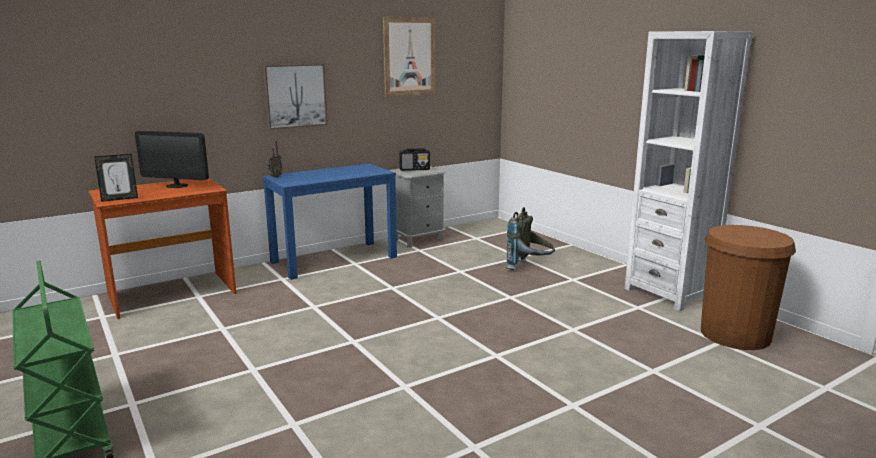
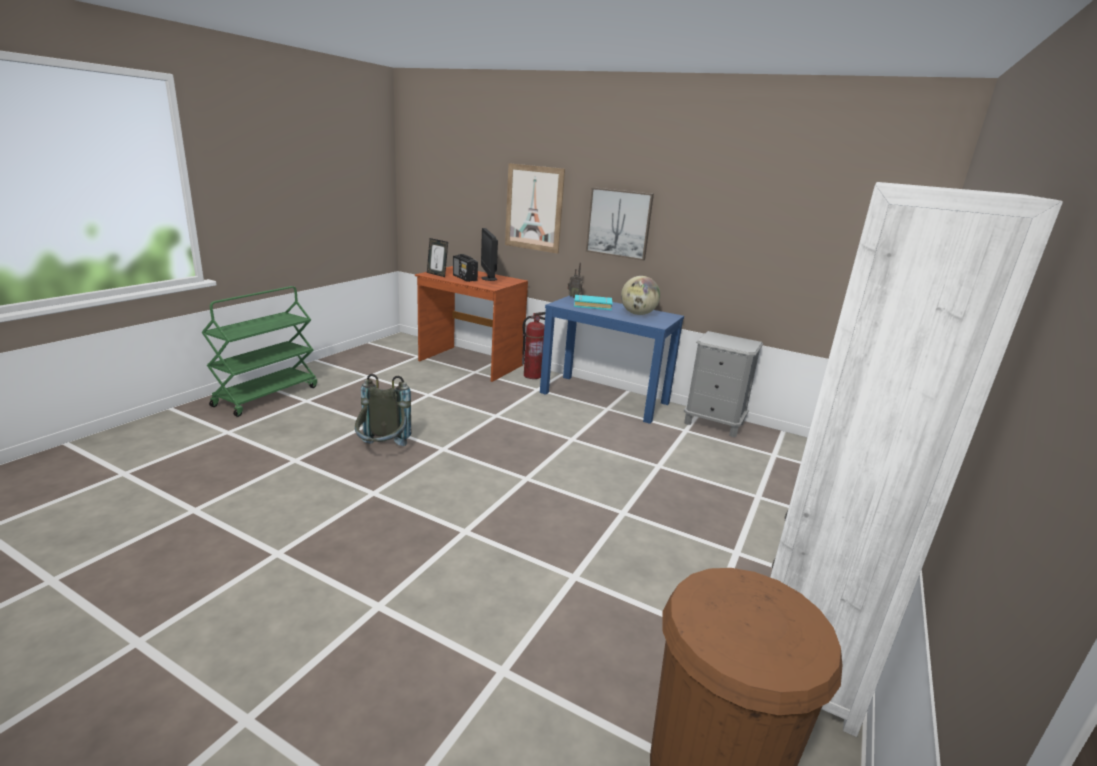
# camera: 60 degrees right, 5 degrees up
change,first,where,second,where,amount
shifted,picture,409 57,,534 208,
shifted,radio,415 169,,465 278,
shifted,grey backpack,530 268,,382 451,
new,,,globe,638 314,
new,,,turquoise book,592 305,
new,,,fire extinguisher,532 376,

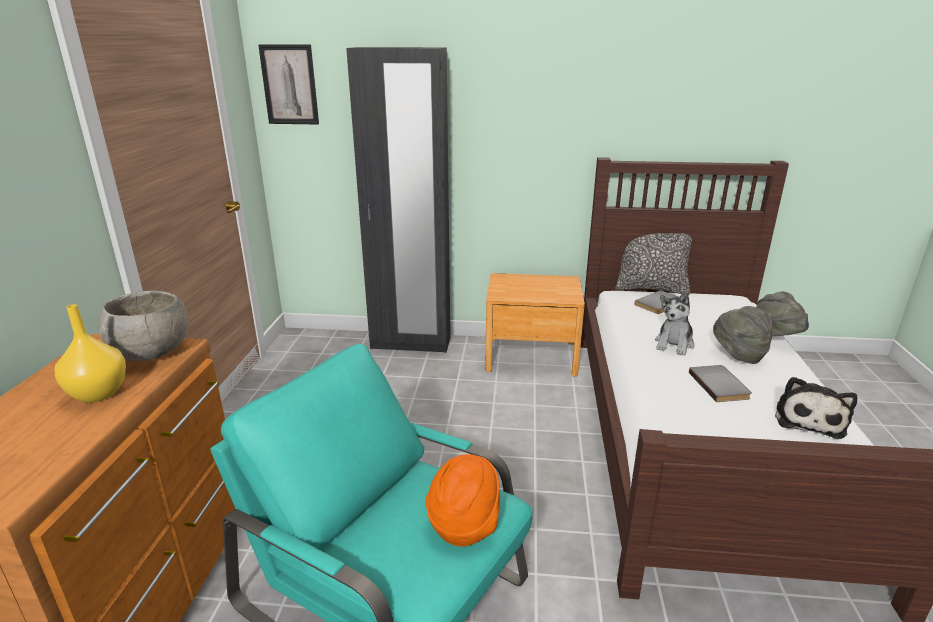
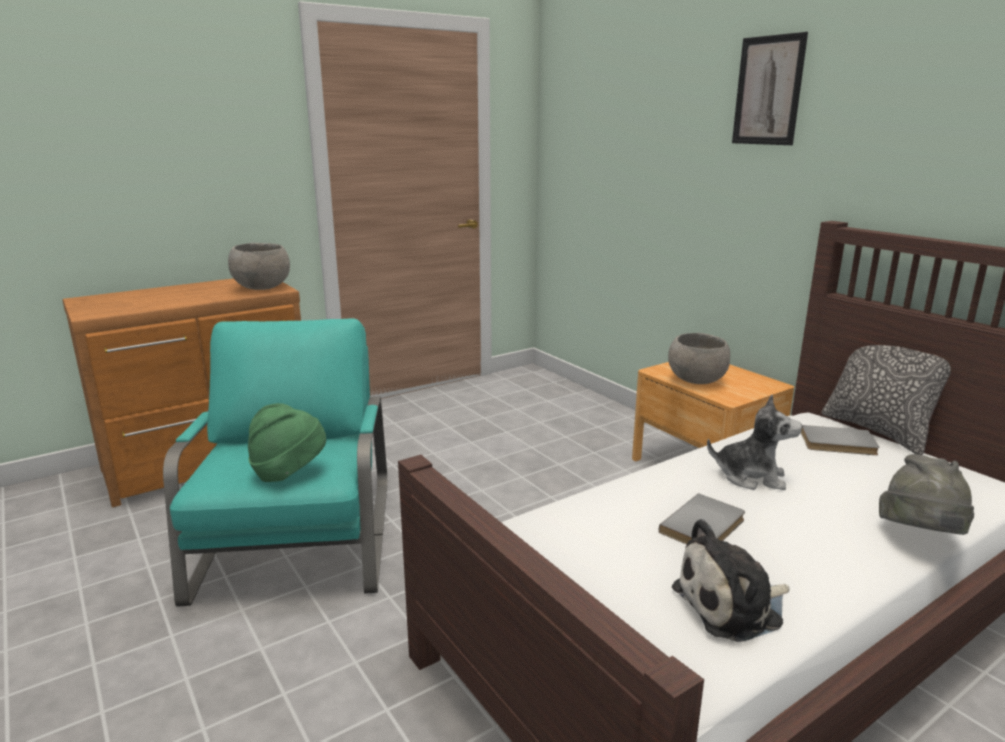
# camera: 50 degrees right, 5 degrees down
change,first,where,second,where,amount
shifted,picture,289 85,,768 91,
gone,black wardrobe,410 344,,,
rotated,plush toy,674 344,,751 477,150 degrees counterclockwise
gone,yellow vase,99 393,,,
gone,grey hat,738 355,,,
repainted,orange hat,464 523,green hat,289 473,
new,,,grey bowl,696 381,

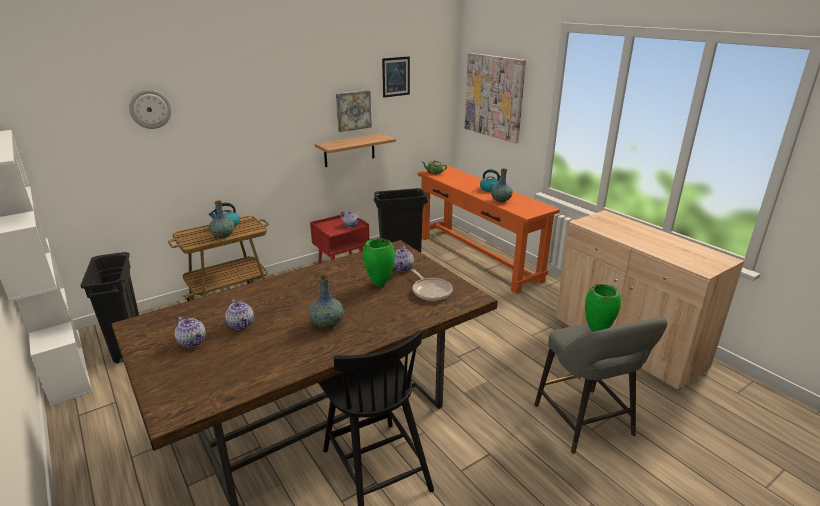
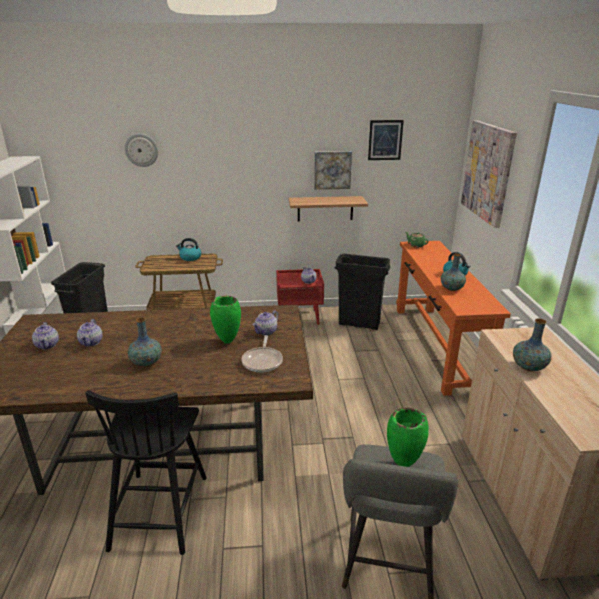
# camera: 30 degrees right, 0 degrees up
change,first,where,second,where,amount
shifted,vase,223 236,,528 367,

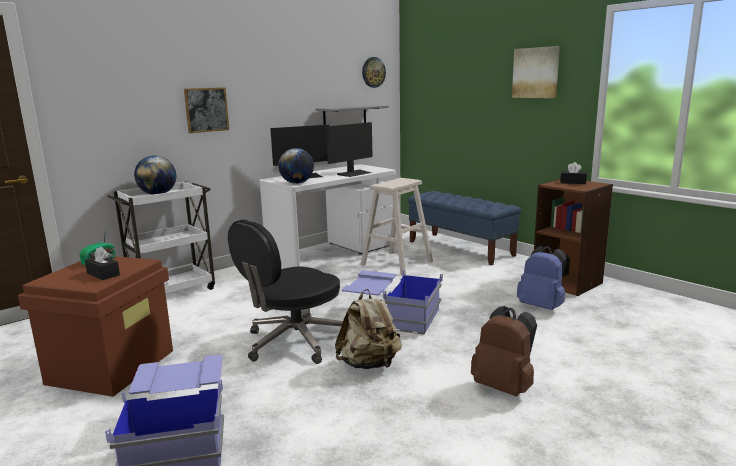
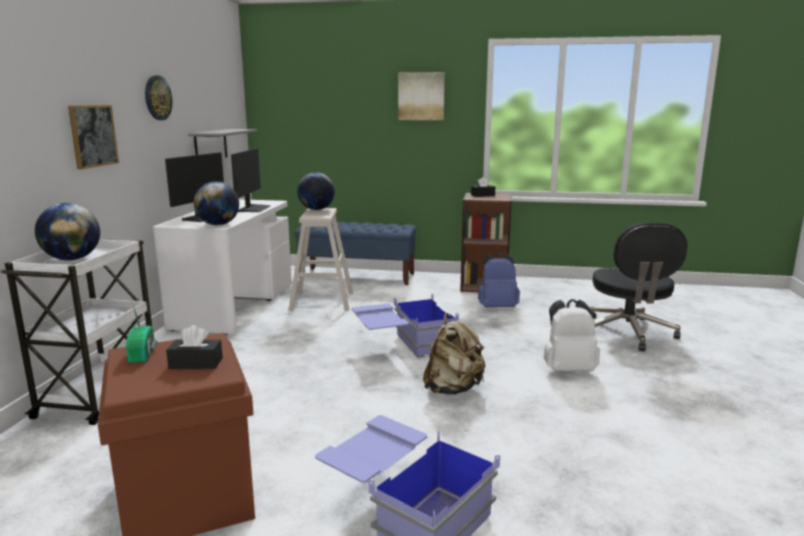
# camera: 40 degrees left, 0 degrees up
change,first,where,second,where,amount
shifted,wall clock,373 72,,157 98,
shifted,black office chair,294 342,,628 333,
repainted,brown backpack,504 387,white backpack,568 369,
new,,,globe,316 209,

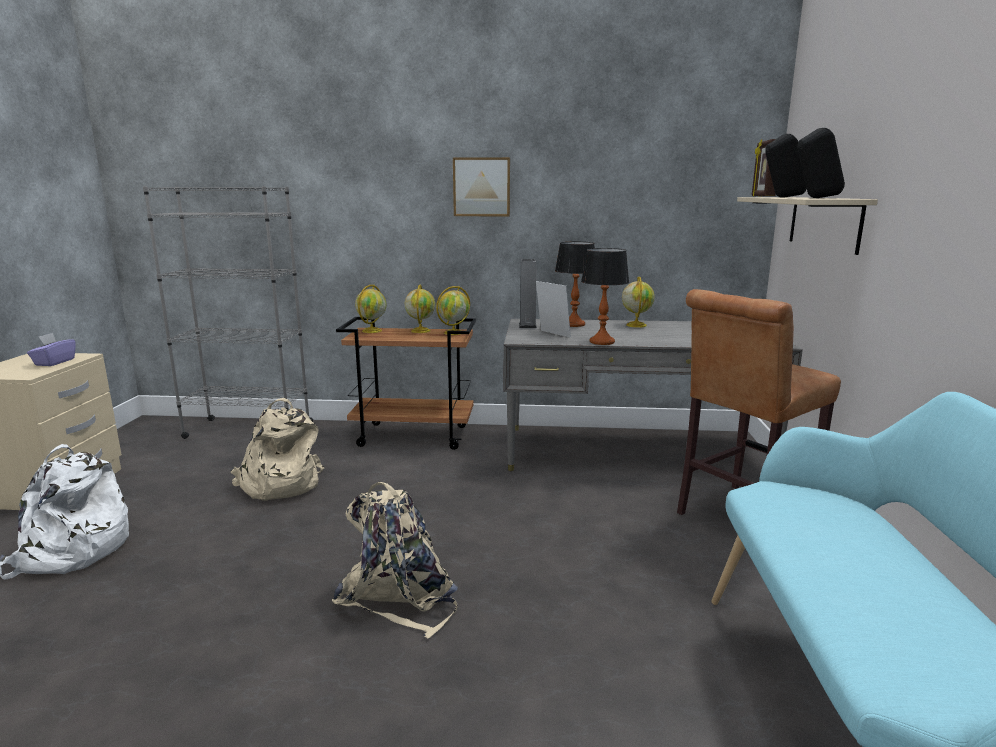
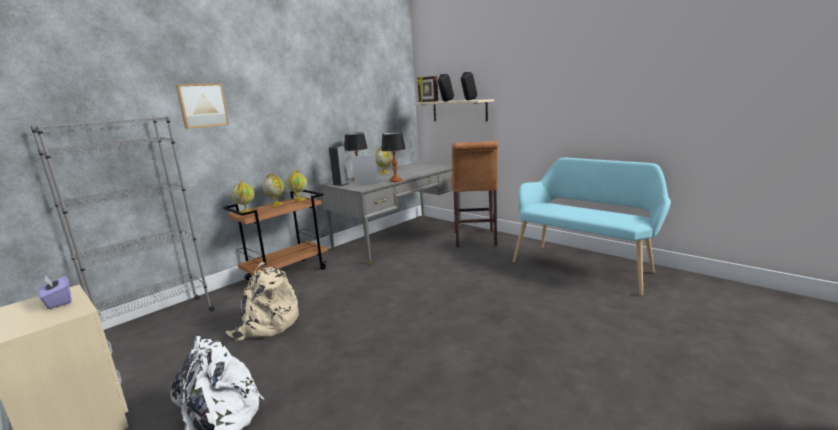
# camera: 50 degrees left, 0 degrees up
change,first,where,second,where,amount
shifted,picture,482 187,,202 105,
gone,beige backpack,400 595,,,

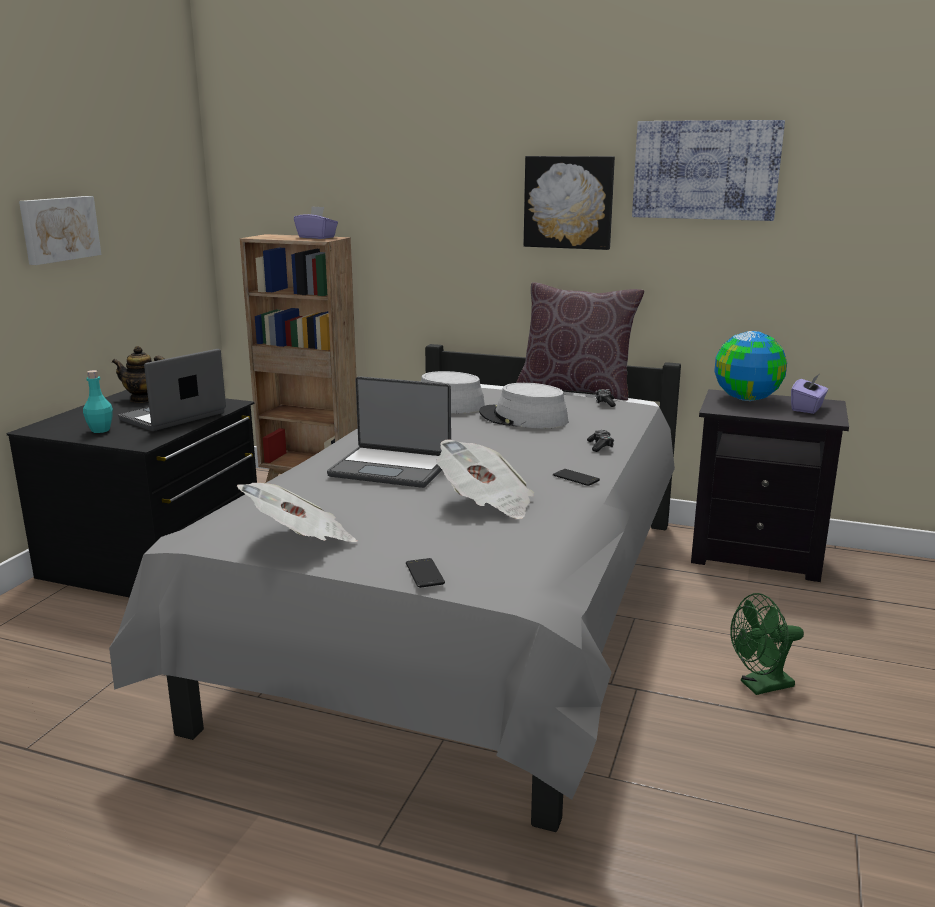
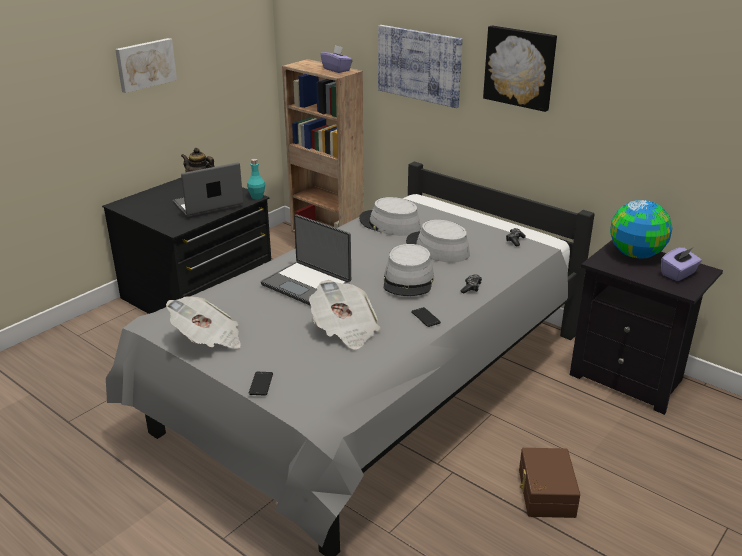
# camera: 20 degrees right, 10 degrees up
change,first,where,second,where,amount
shifted,picture,705 170,,419 65,
gone,brown pillow,576 389,,,
shifted,turquoise bottle,100 430,,257 197,
swapped,green fan,760 686,brown storage box,544 493,
new,,,grey hat,408 280,

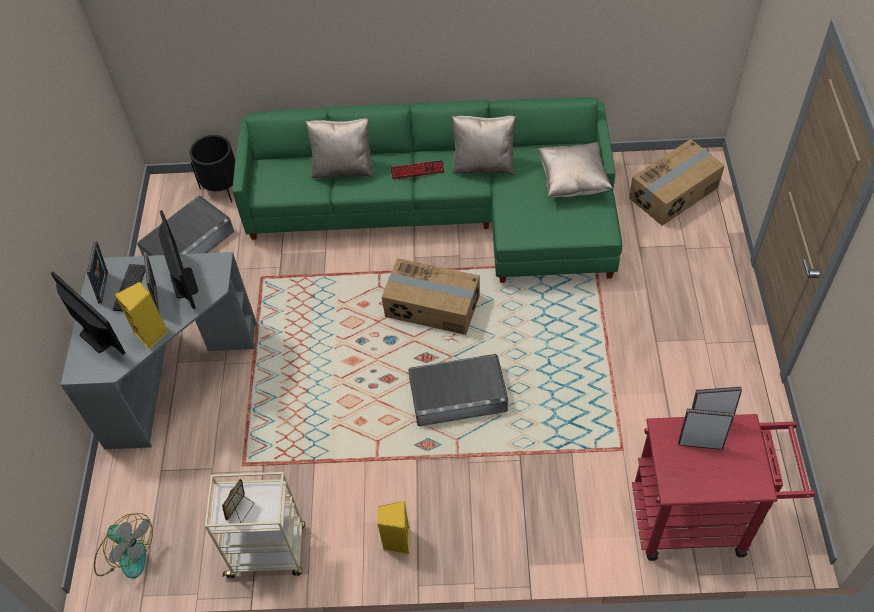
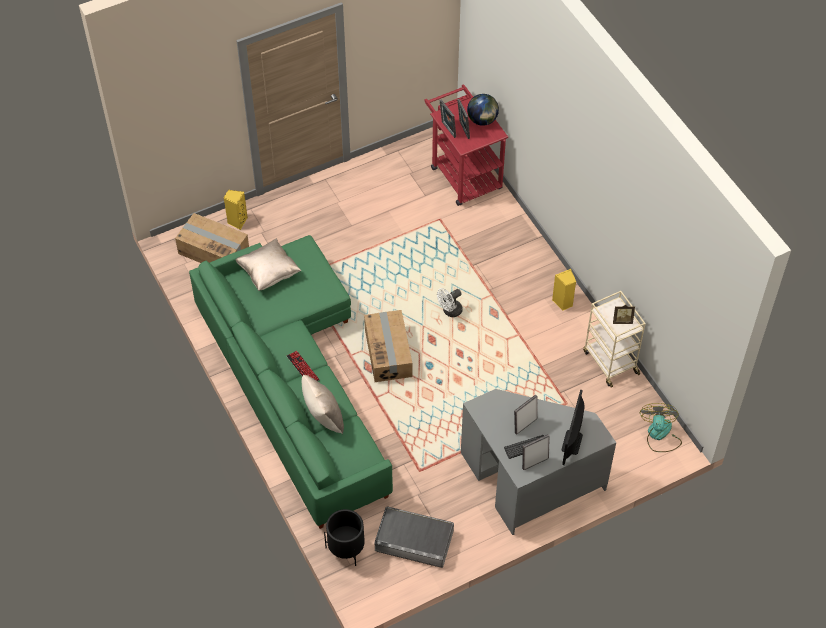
# camera: 120 degrees left, 0 degrees up
change,first,where,second,where,amount
gone,beige pillow,483 165,,,
gone,monitor,184 283,,,
shifted,yellow speaker,152 334,,237 221,
swapped,grey storage box,458 395,white fan,450 311,
new,,,globe,482 120,

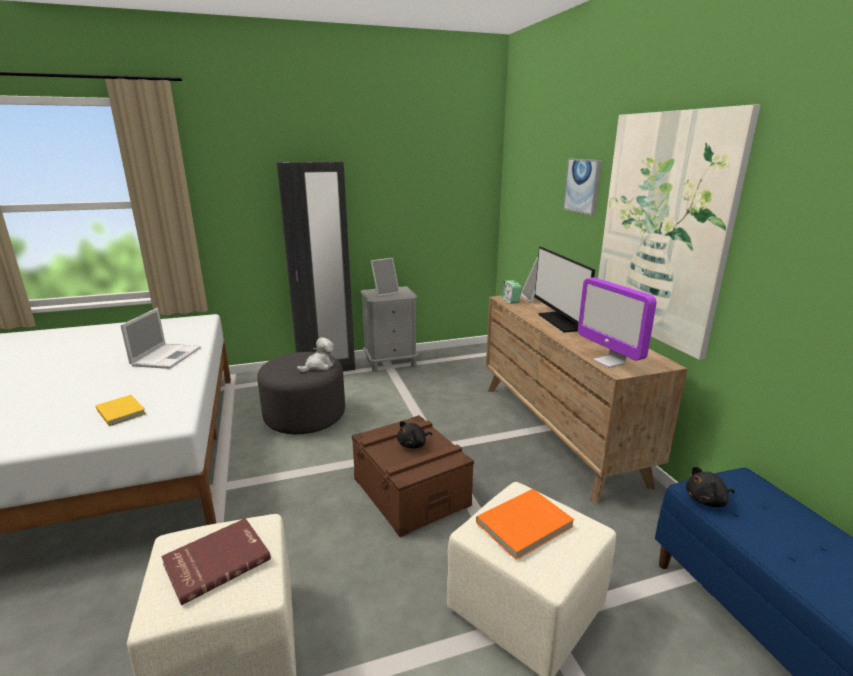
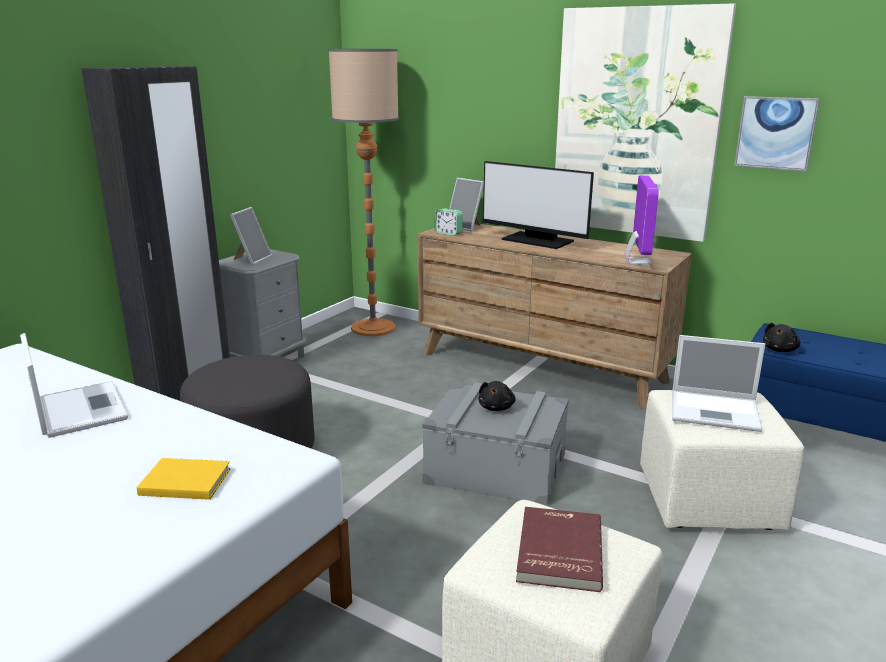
# camera: 40 degrees left, 0 degrees up
change,first,where,second,where,amount
shifted,picture,582 186,,775 133,
rotated,monitor,609 362,,637 262,105 degrees counterclockwise
gone,plush toy,318 366,,,
repainted,brown storage box,411 491,grey storage box,496 468,
swapped,orange book,525 526,laptop,716 411,
new,,,floor lamp,373 328,

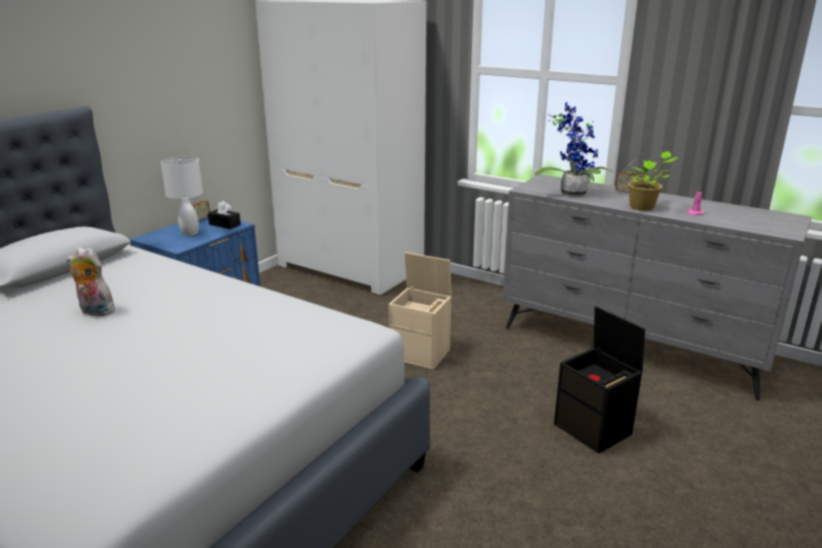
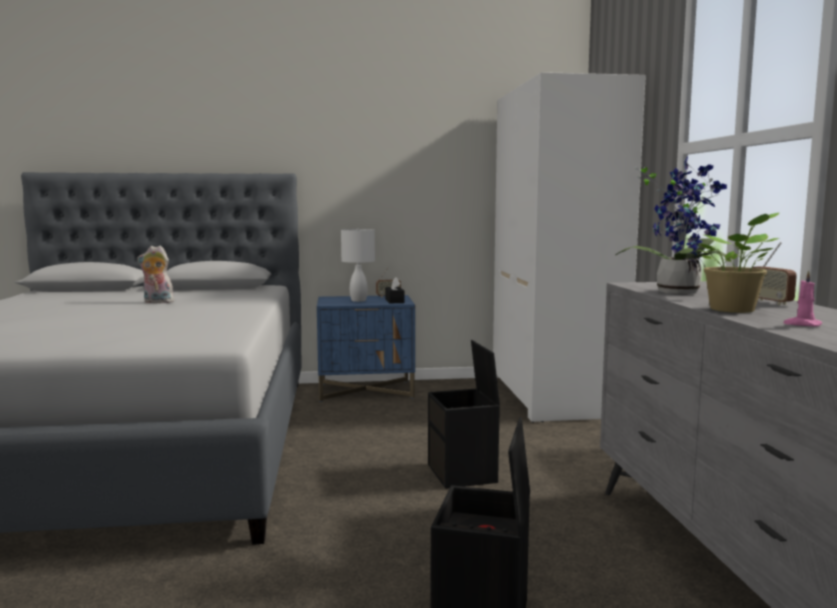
# camera: 50 degrees right, 15 degrees down
change,first,where,second,where,amount
rotated,plush toy,94 312,,157 302,60 degrees counterclockwise
repainted,beige storage box,421 354,black storage box,463 474,

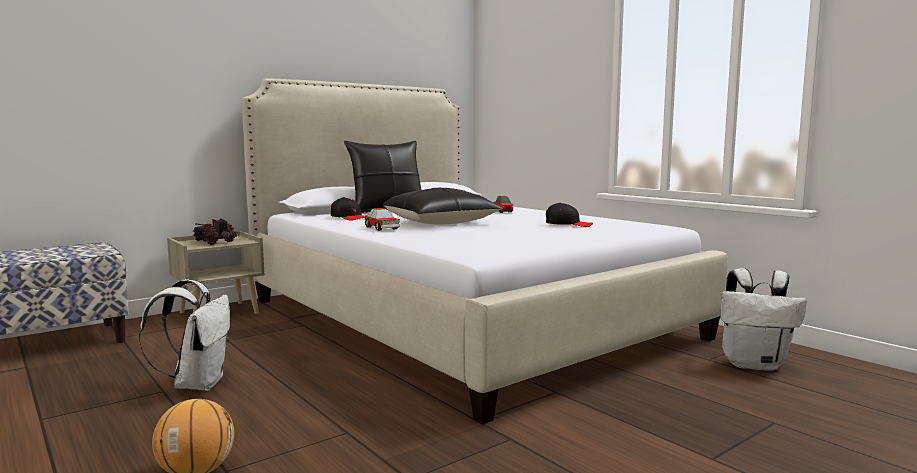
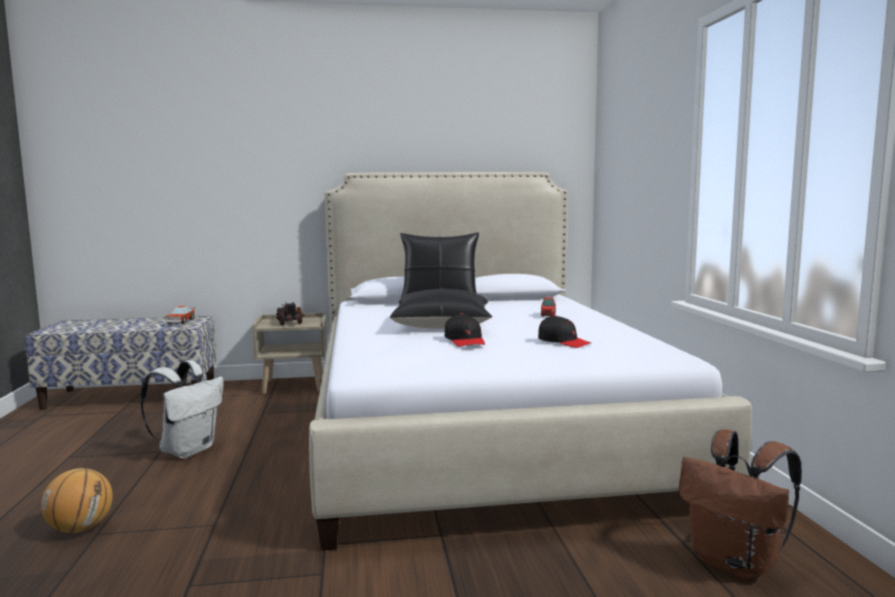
# camera: 30 degrees right, 0 degrees up
change,first,where,second,where,amount
shifted,black cap,349 218,,465 340,
shifted,toy car,382 228,,180 321,
repainted,white backpack,754 364,brown backpack,736 564,

